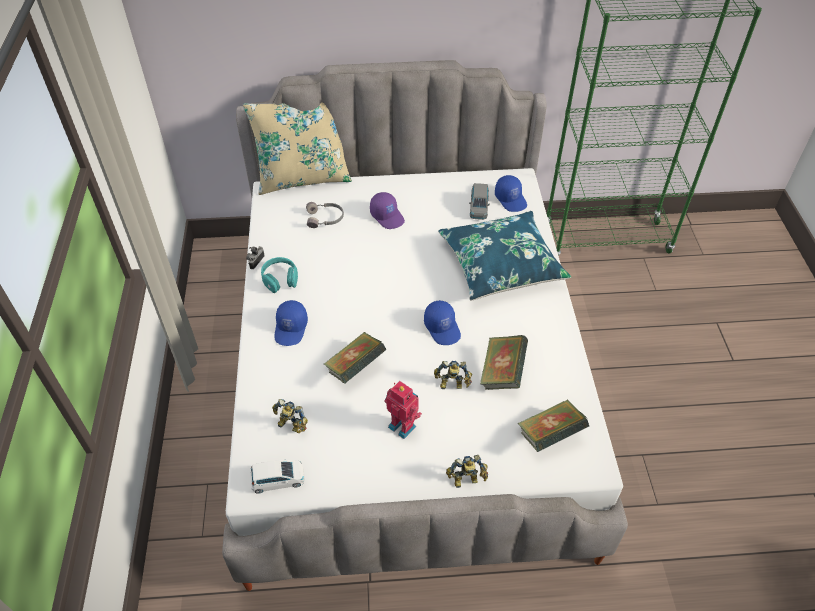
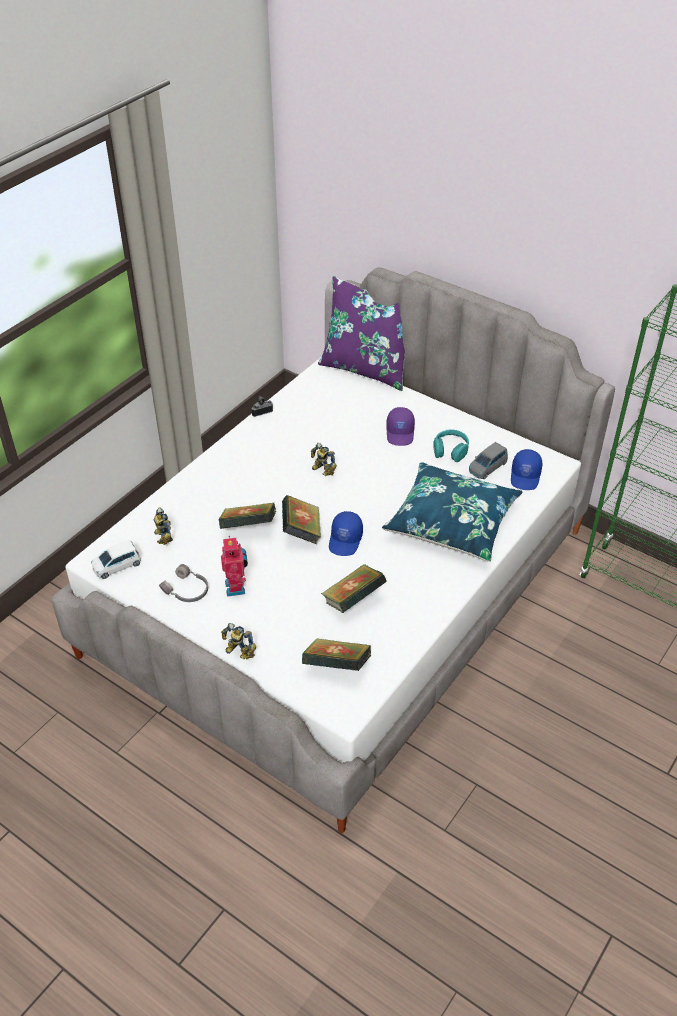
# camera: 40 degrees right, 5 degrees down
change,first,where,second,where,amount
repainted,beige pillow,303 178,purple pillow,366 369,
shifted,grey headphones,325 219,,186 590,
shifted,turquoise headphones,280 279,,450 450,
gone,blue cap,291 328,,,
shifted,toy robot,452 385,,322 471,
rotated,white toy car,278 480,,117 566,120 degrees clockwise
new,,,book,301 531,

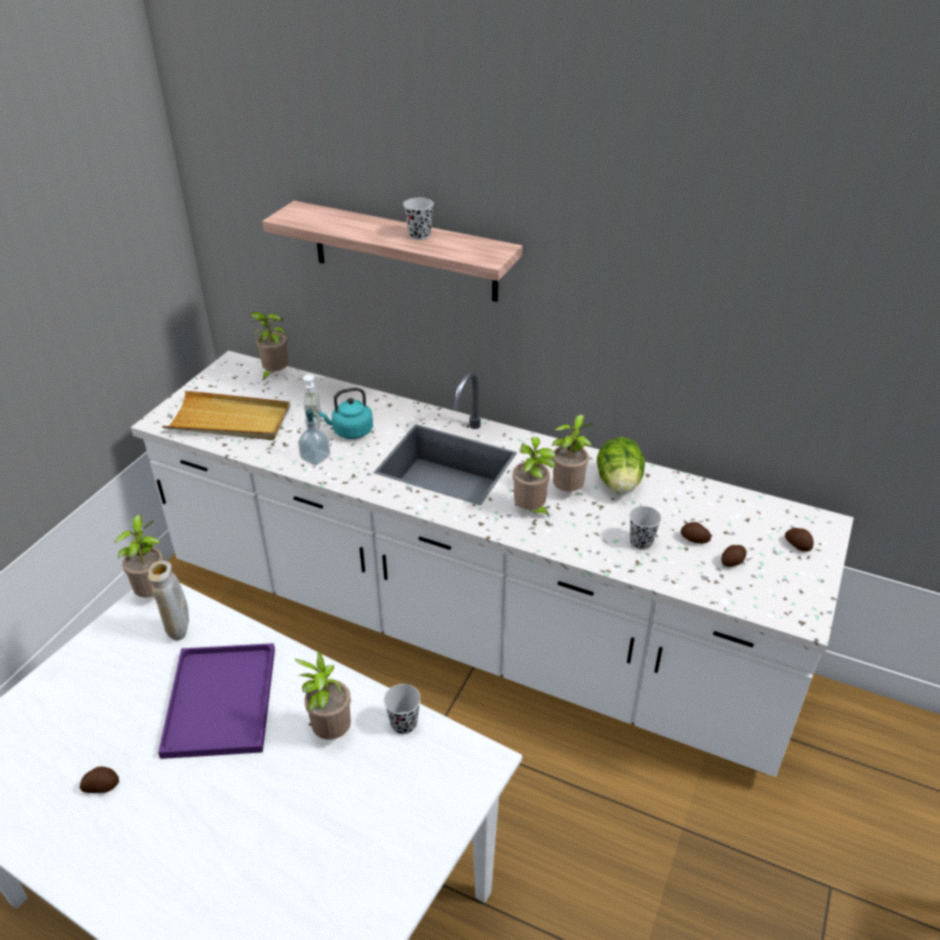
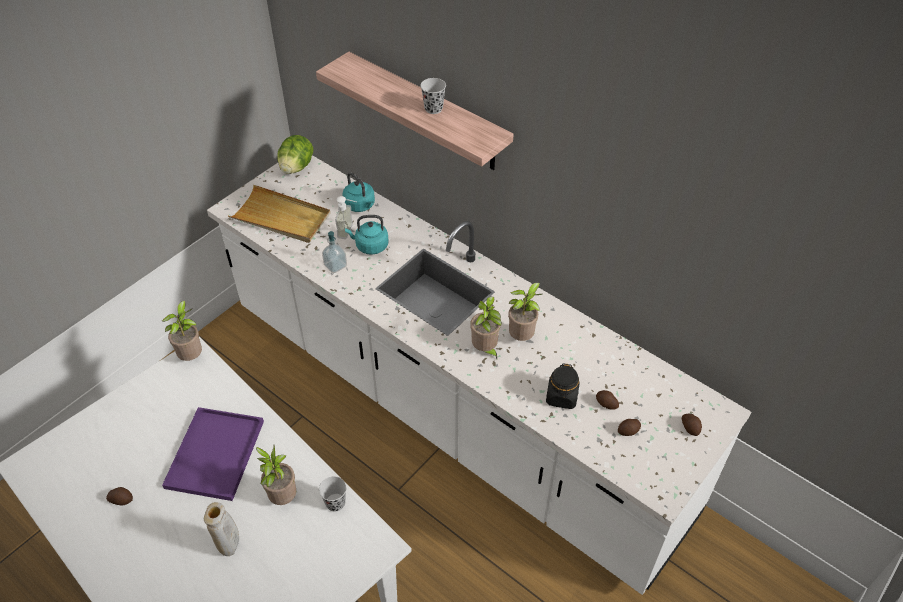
# camera: 15 degrees right, 10 degrees up
change,first,where,second,where,amount
gone,potted plant,275 374,,,
shifted,lettuce,619 484,,296 167,
swapped,black cup,641 542,black jar,561 397,
shifted,beige vase,180 633,,231 549,
new,,,turquoise kettle,360 206,

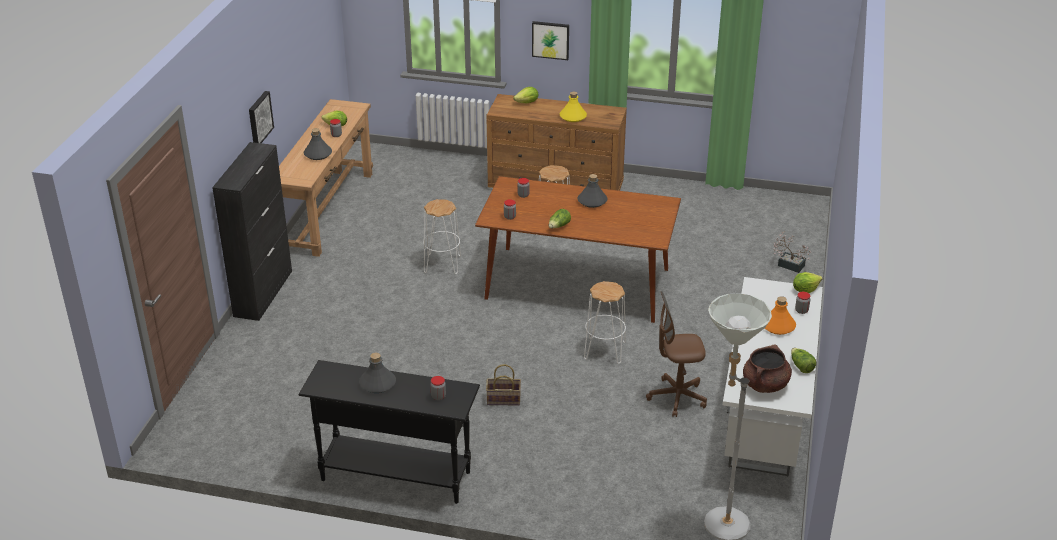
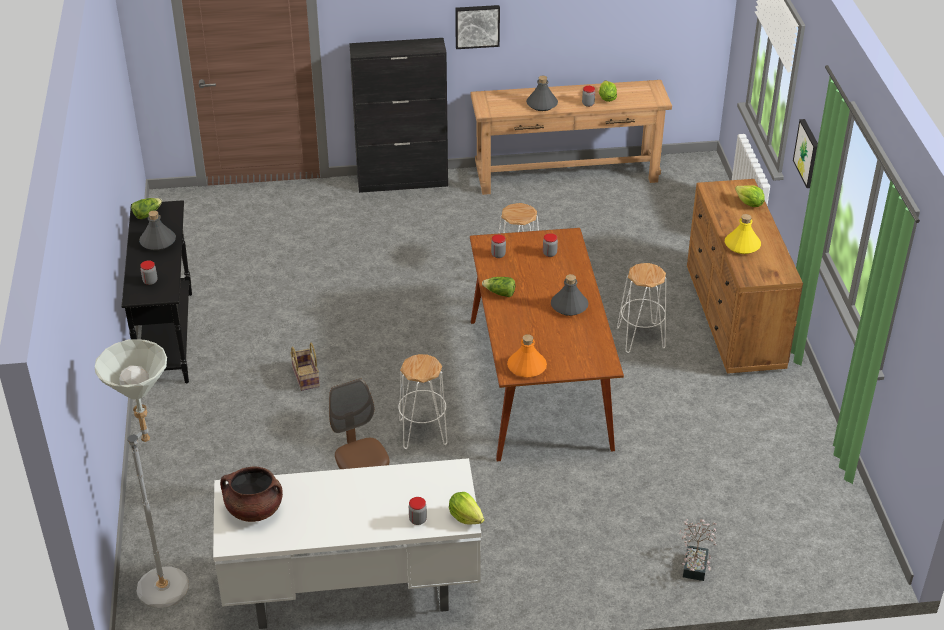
# camera: 70 degrees right, 5 degrees up
change,first,where,second,where,amount
shifted,orange bottle,778 326,,527 367,
shifted,lettuce,801 366,,147 214,

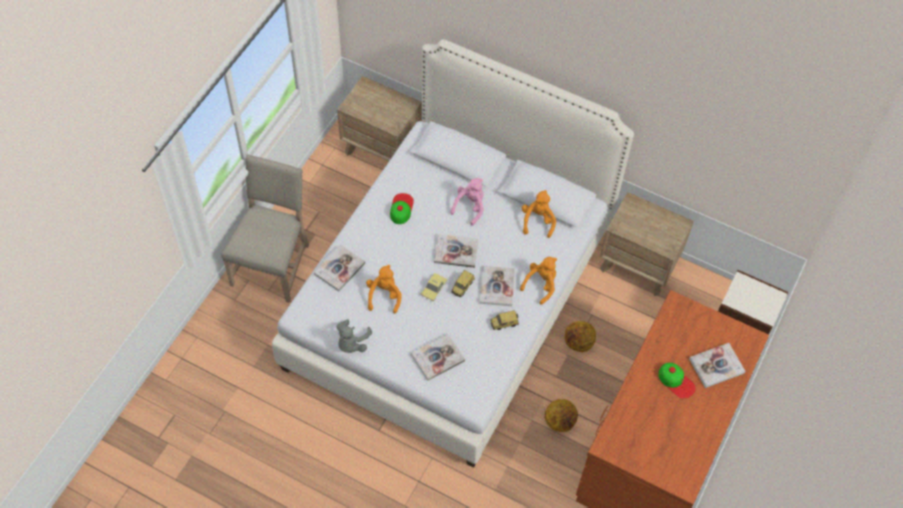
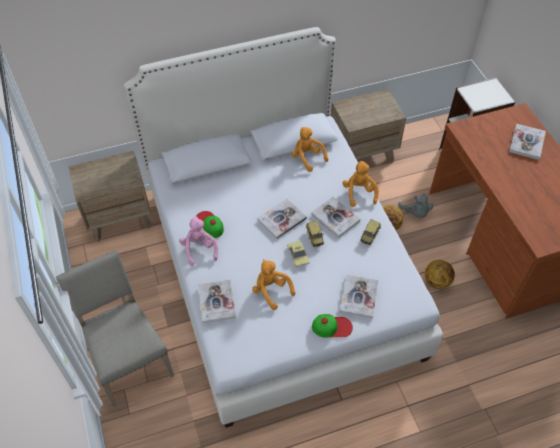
# camera: 45 degrees left, 5 degrees down
change,first,where,second,where,amount
shifted,pink plush toy,470 207,,199 249,
shifted,grey plush toy,352 343,,415 213,
shifted,cap,676 381,,332 327,

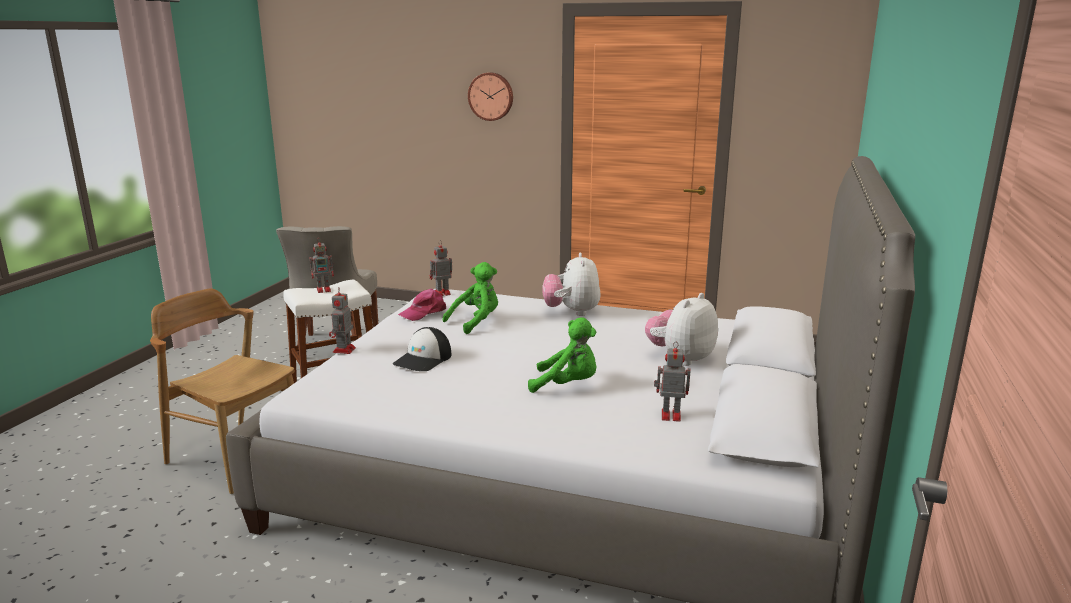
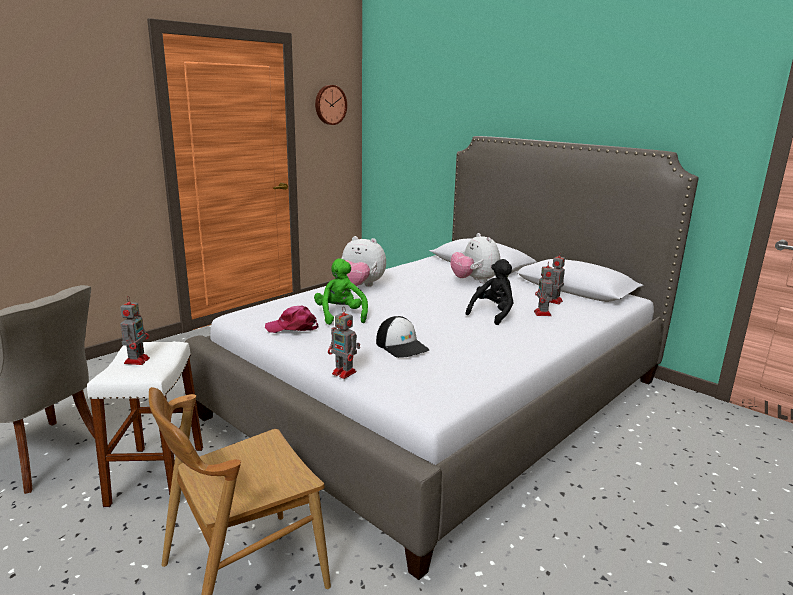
# camera: 65 degrees left, 0 degrees up
change,first,where,second,where,amount
shifted,wall clock,491 96,,330 105,
shifted,toy robot,441 293,,542 314,
rotated,pink cap,424 312,,292 327,105 degrees clockwise
repainted,green plush toy,567 385,black plush toy,493 314,

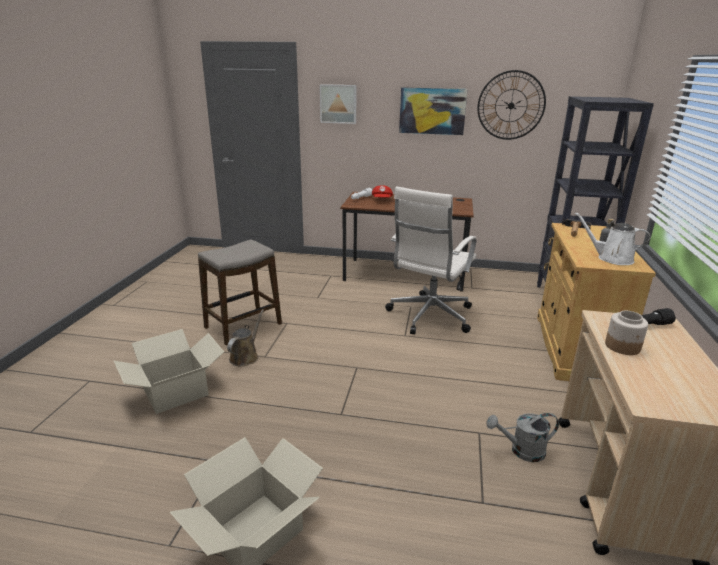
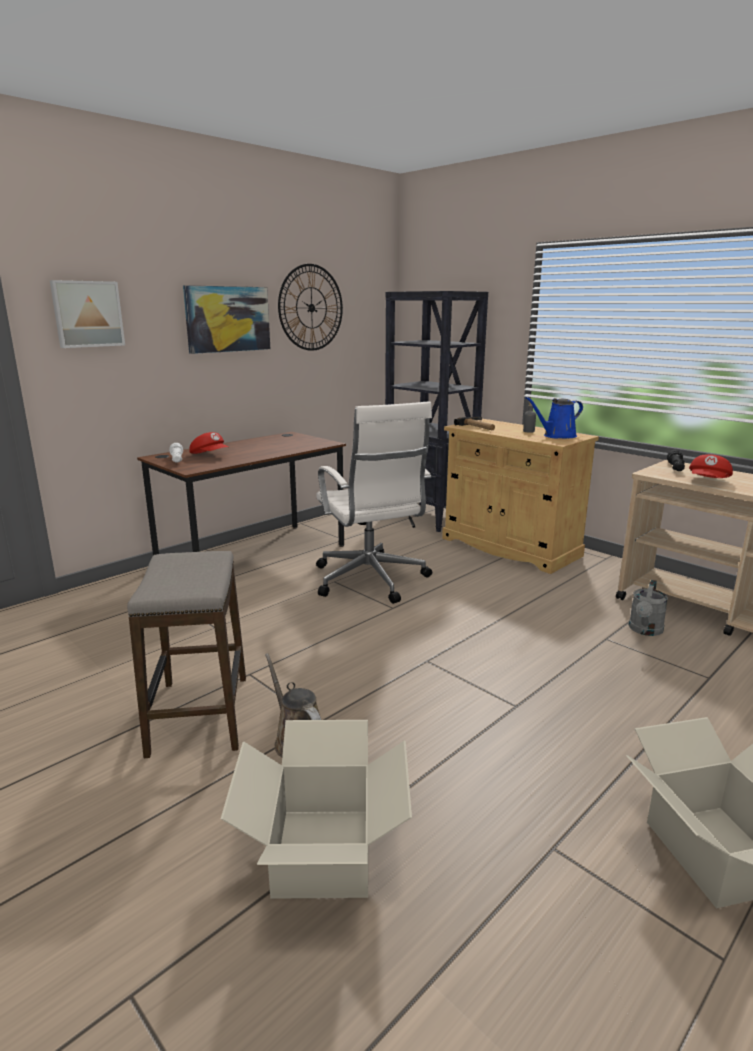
# camera: 55 degrees left, 5 degrees down
change,first,where,second,where,amount
repainted,white watering can,611 258,blue watering can,557 436,
swapped,jar,623 346,red cap,708 482,

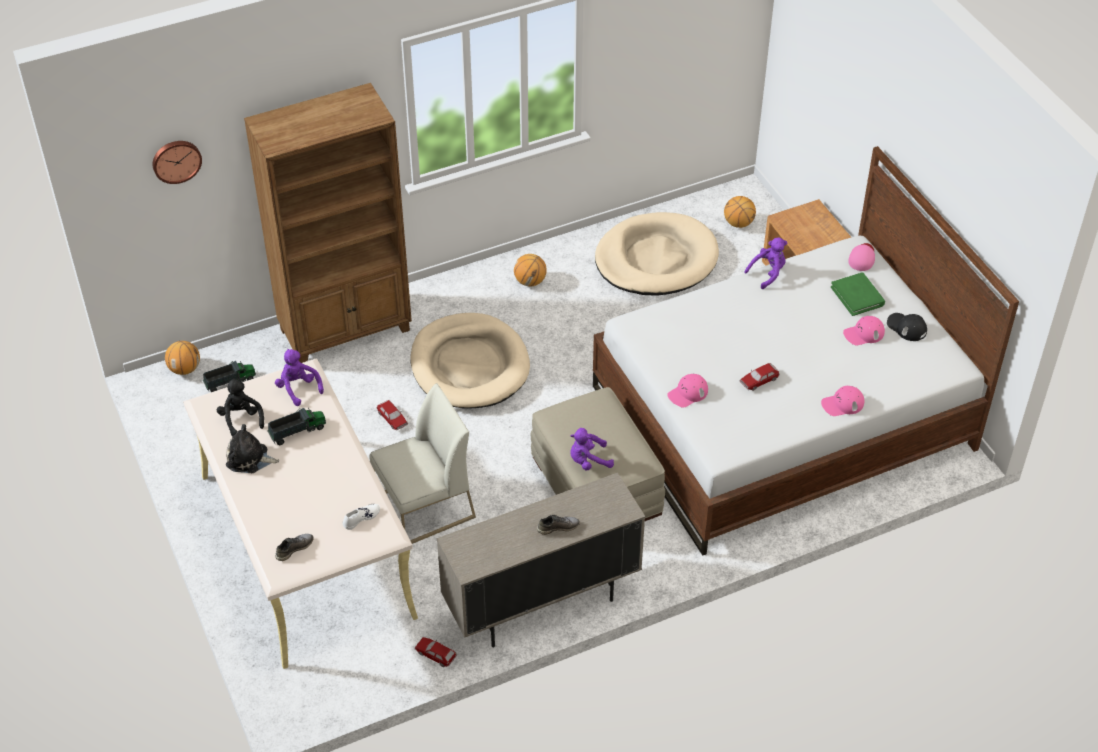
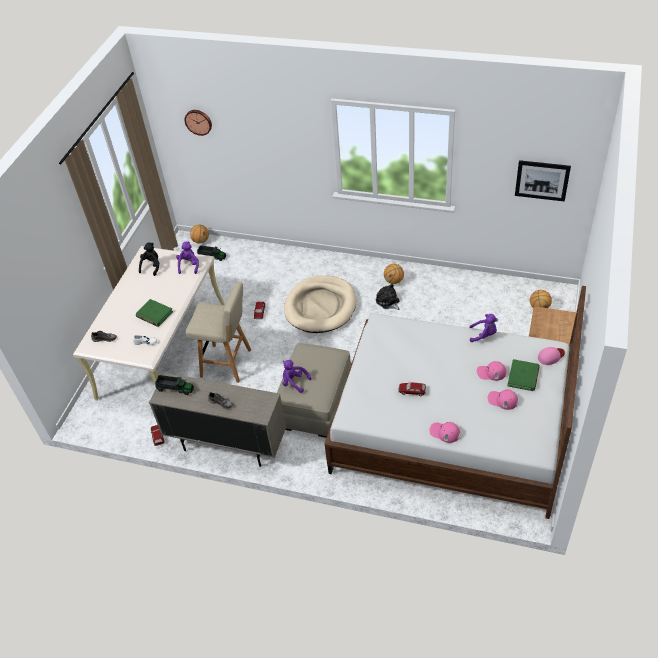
# camera: 45 degrees right, 0 degrees up
change,first,where,second,where,amount
gone,brown bookcase,346 330,,,
gone,beige dog bed,656 259,,,
gone,black cap,906 327,,,
shifted,pink cap,687 393,,491 372,
swapped,white chair,424 507,beige stool,228 363,
shifted,toy truck,297 431,,175 389,
shifted,plush toy,249 459,,388 302,
new,,,picture,542 180,
new,,,green book,154 314,

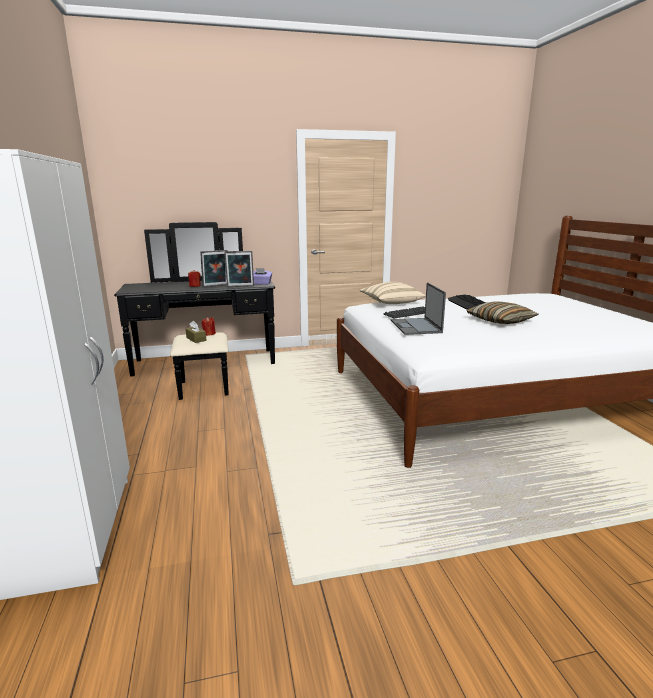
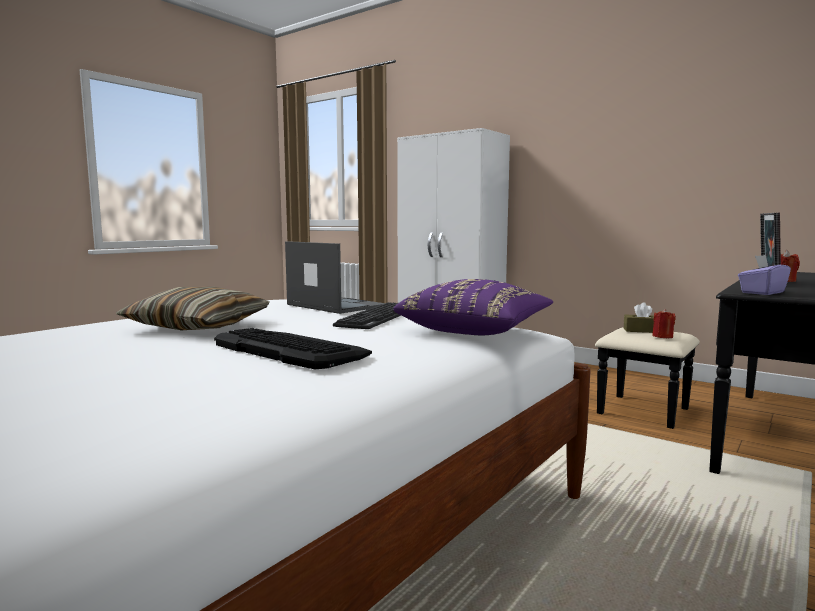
# camera: 140 degrees right, 10 degrees down
change,first,where,second,where,amount
gone,picture frame,240 287,,,
repainted,beige pillow,391 303,purple pillow,475 330,

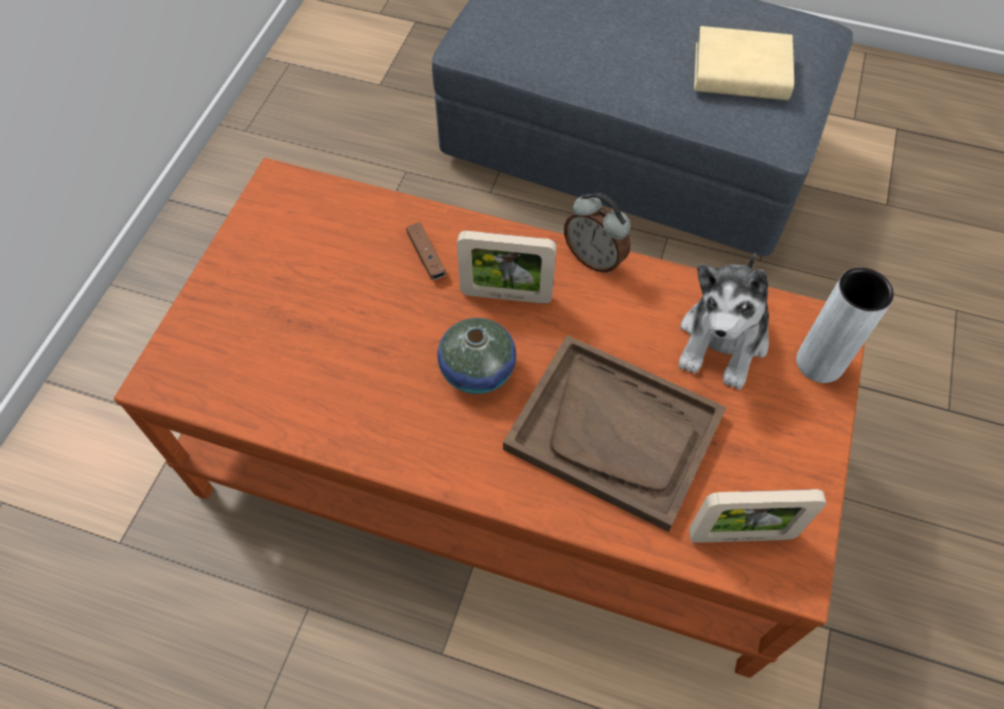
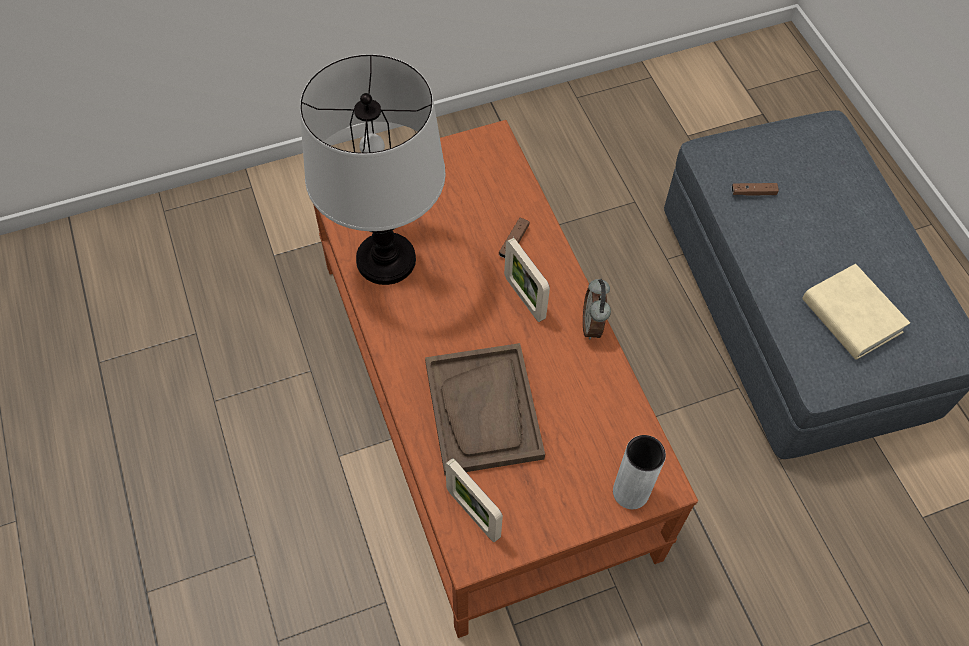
# camera: 50 degrees right, 0 degrees up
change,first,where,second,where,amount
gone,plush toy,723 340,,,
gone,vase,477 370,,,
new,,,table lamp,385 259,
new,,,brown game controller,753 193,

